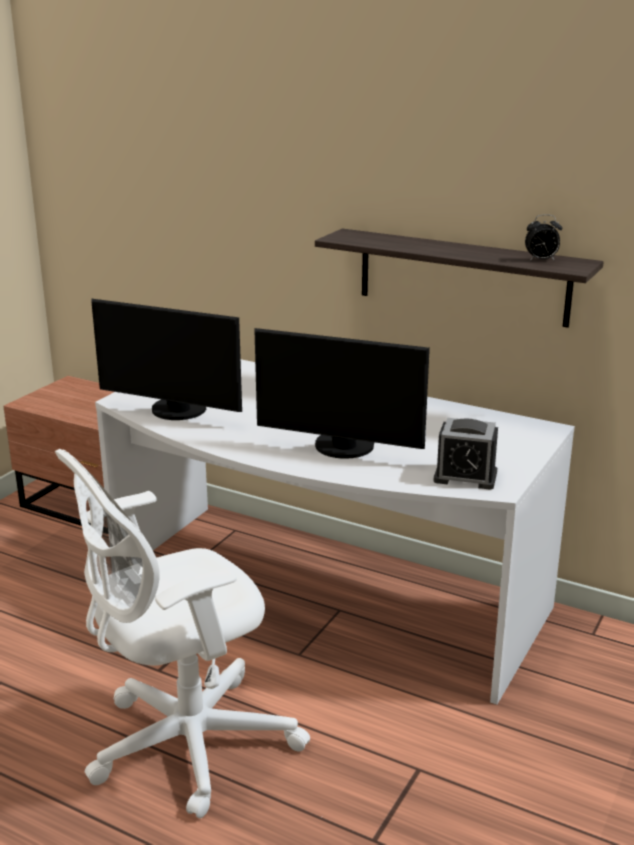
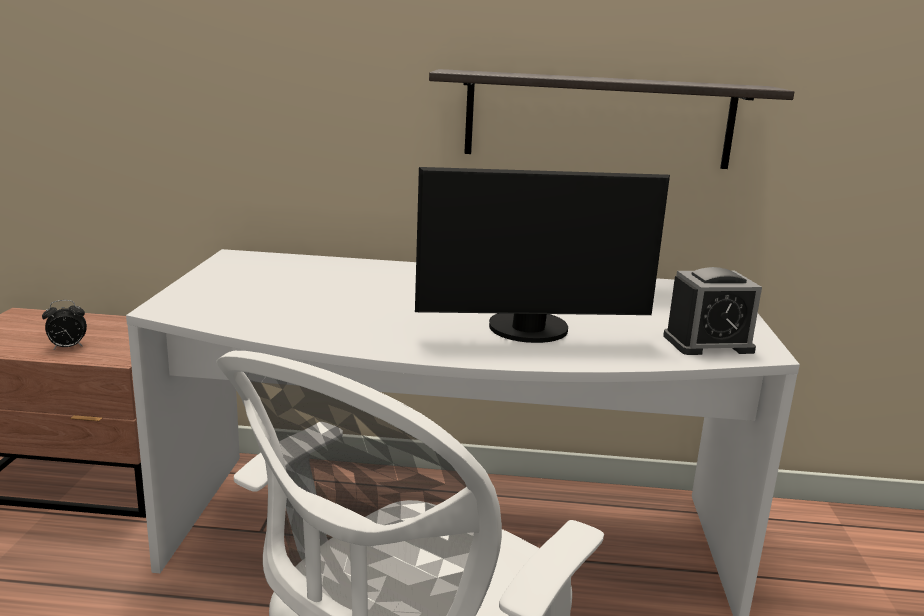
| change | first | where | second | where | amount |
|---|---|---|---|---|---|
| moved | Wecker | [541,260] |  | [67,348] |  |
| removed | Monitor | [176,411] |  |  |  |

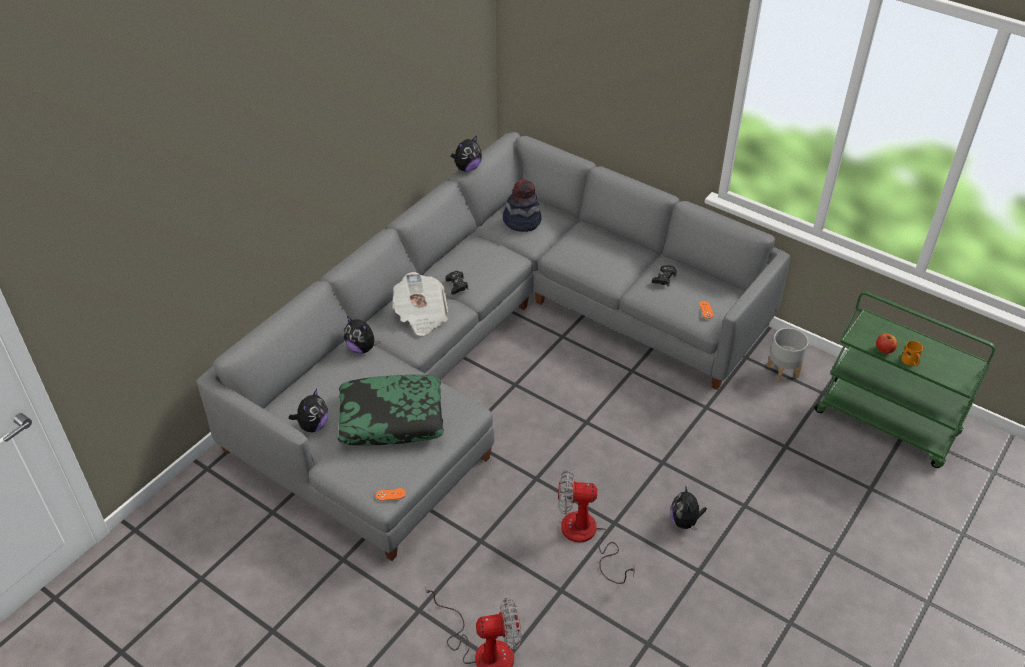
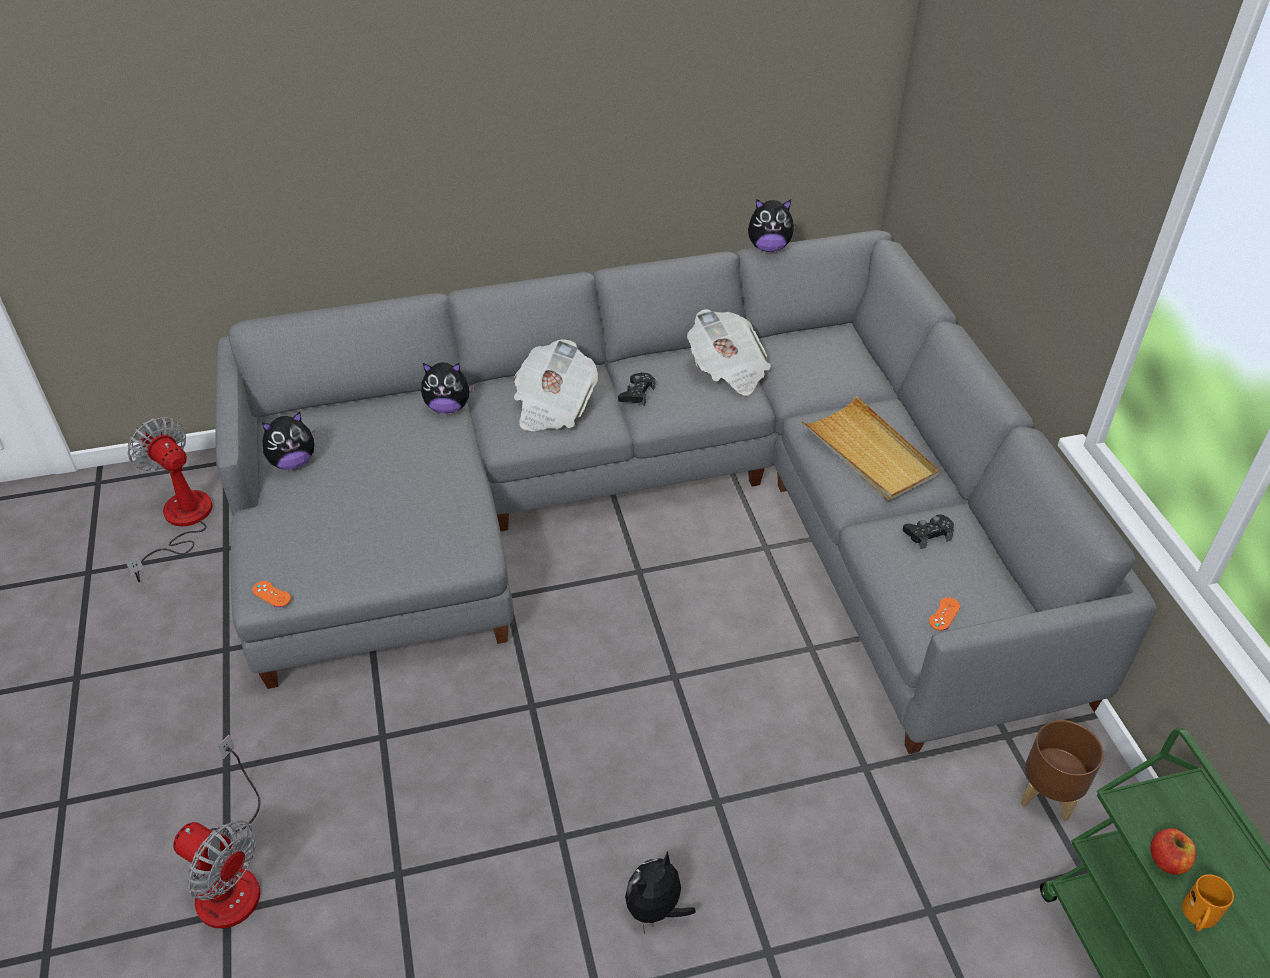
| change | first | where | second | where | amount |
|---|---|---|---|---|---|
| removed | Hut | [522,221] |  |  |  |
| turned | Plüschtier | [362,348] |  | [448,407] | 75 degrees counterclockwise |
| recoloured | Pflanzkübel (grau) | [783,371] | Pflanzkübel (braun) | [1048,795] |  |
| removed | Kissen | [391,419] |  |  |  |
| moved | Ventilator | [586,537] |  | [180,522] |  |
| added |  |  | Zeitung | [728,370] |  |
| added |  |  | Tablett (beige) | [869,453] |  |

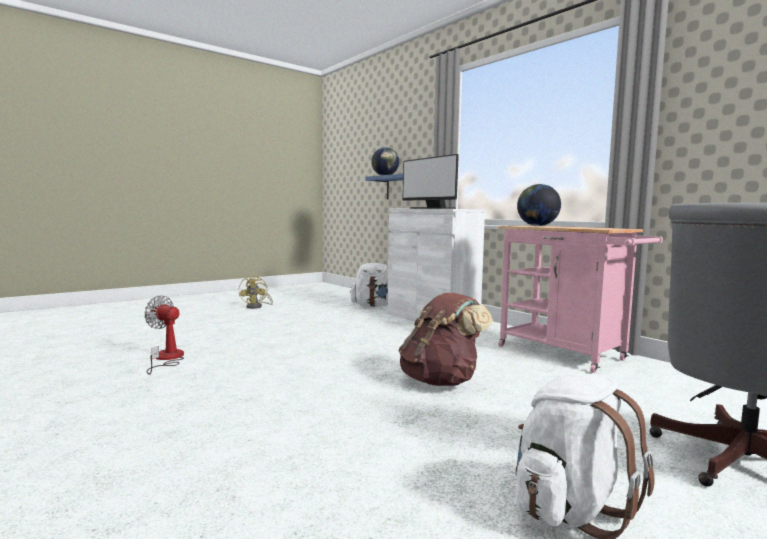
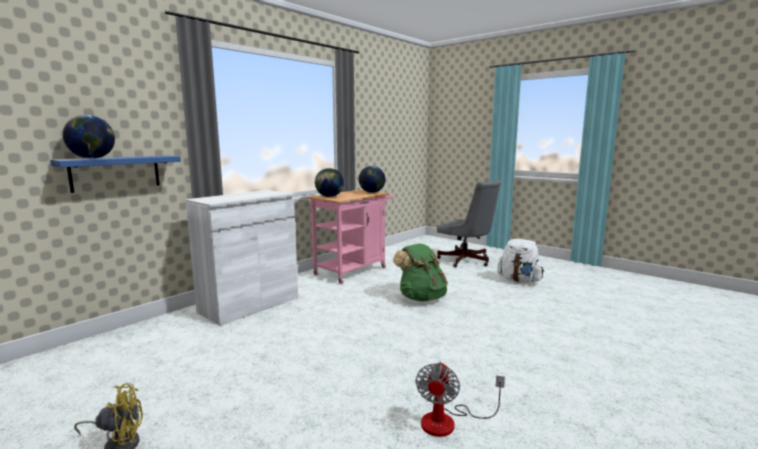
| change | first | where | second | where | amount |
|---|---|---|---|---|---|
| removed | Monitor | [431,208] |  |  |  |
| removed | Rucksack (weiß) | [373,306] |  |  |  |
| recoloured | Rucksack (braun) | [441,381] | Rucksack (grün) | [421,298] |  |
| added |  |  | Globus | [372,192] |  |

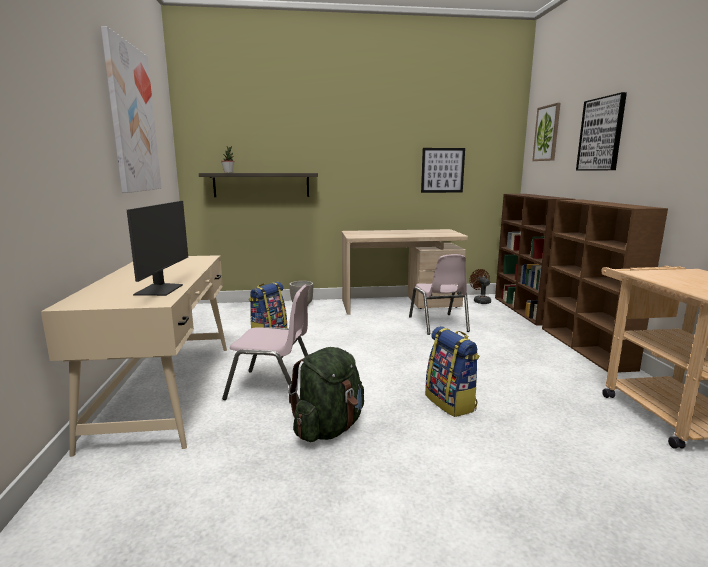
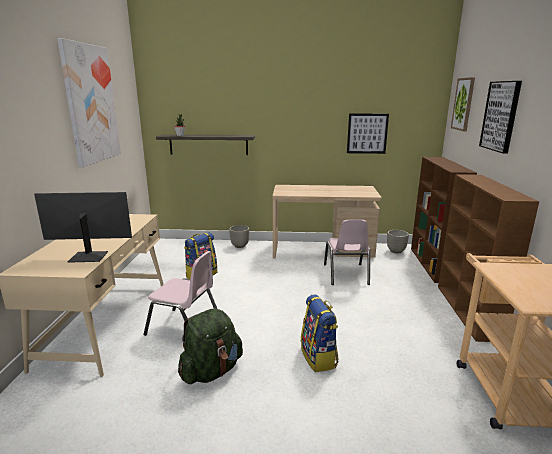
| change | first | where | second | where | amount |
|---|---|---|---|---|---|
| turned | Monitor | [160,290] |  | [88,256] | 105 degrees counterclockwise |
| replaced | Ventilator (braun) | [480,301] | Pflanzkübel | [395,251] |  |

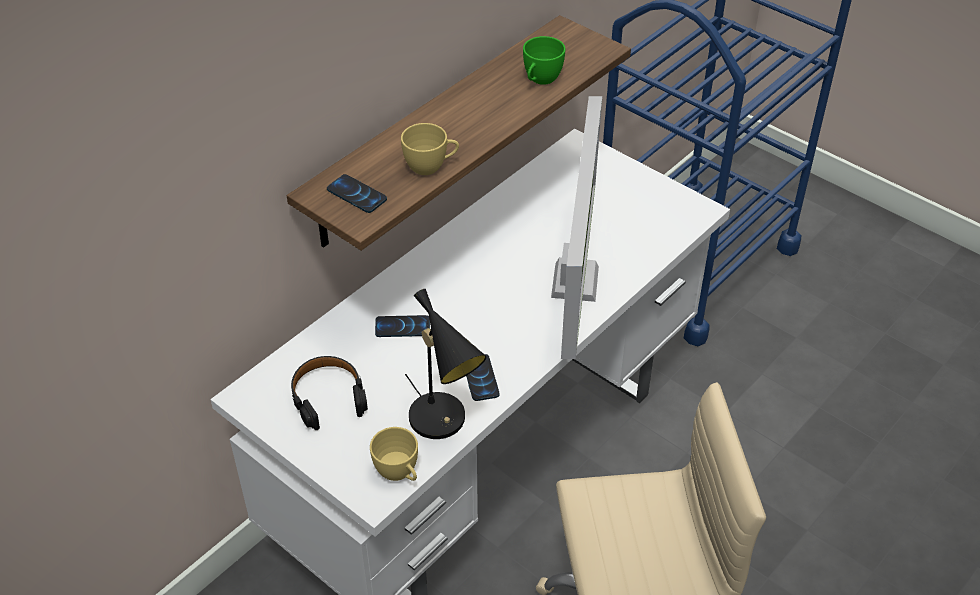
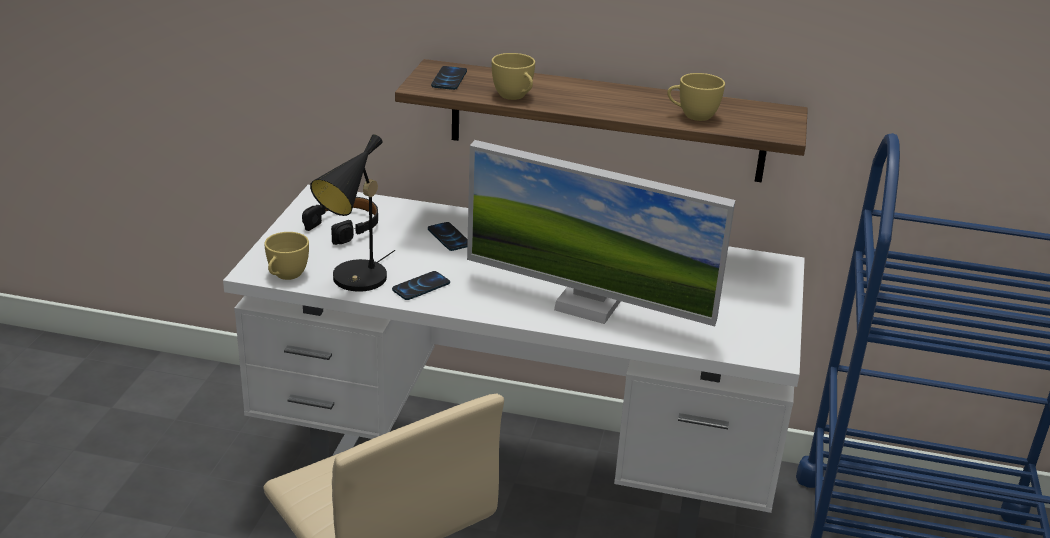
| change | first | where | second | where | amount |
|---|---|---|---|---|---|
| recoloured | Tasse (grün) | [540,80] | Tasse (gelb) | [692,116] |  |
| turned | Monitor | [575,282] |  | [587,305] | 45 degrees clockwise |

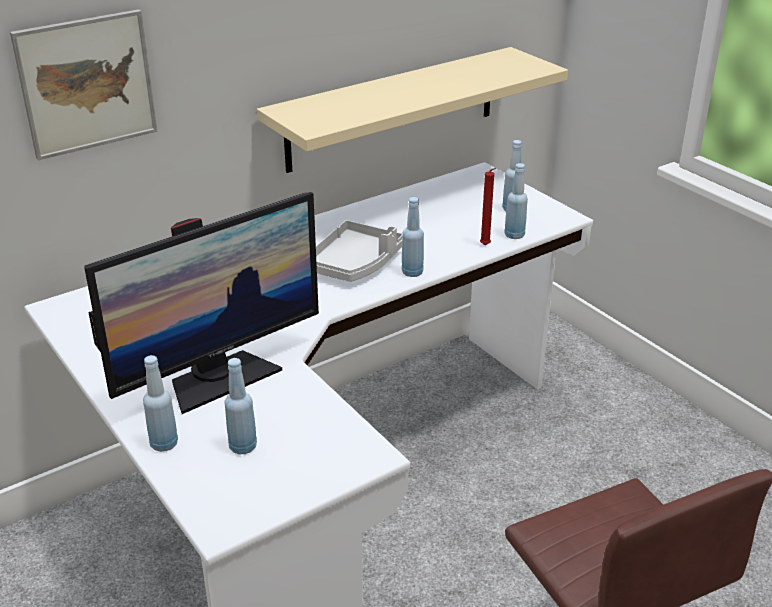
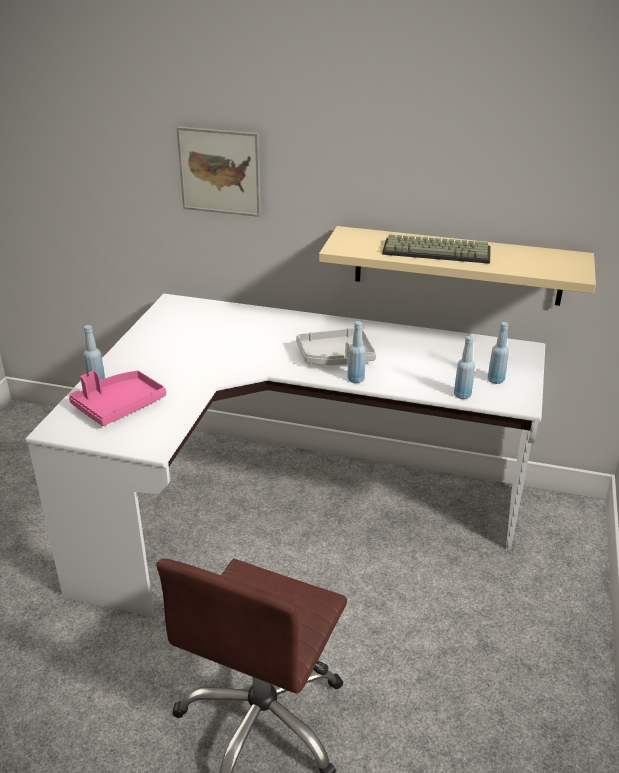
| change | first | where | second | where | amount |
|---|---|---|---|---|---|
| removed | Kerze (rot) | [486,246] |  |  |  |
| removed | Monitor | [218,377] |  |  |  |
| replaced | Flasche (blau) | [243,446] | Tablett (rosa) | [118,406] |  |
| added |  |  | Tastatur | [437,251] |  |

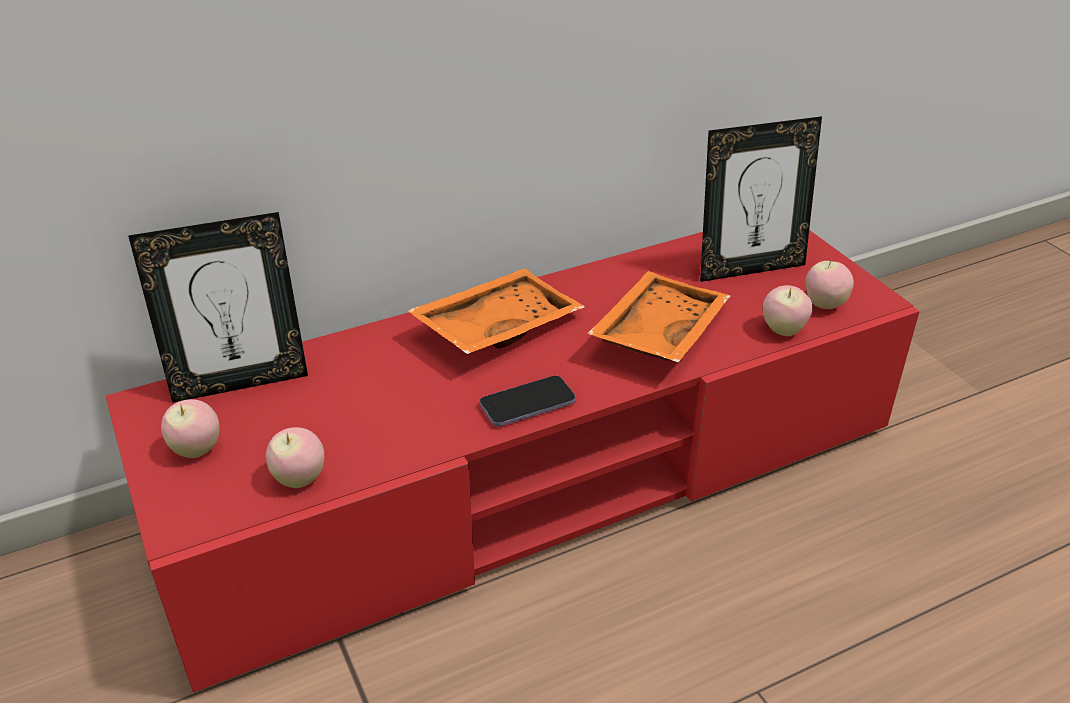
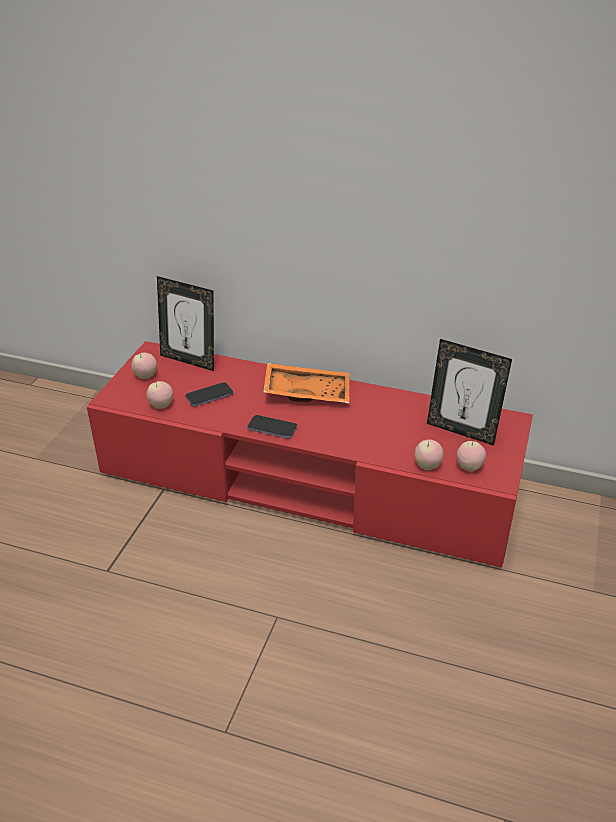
| change | first | where | second | where | amount |
|---|---|---|---|---|---|
| removed | Tablett (orange) | [656,332] |  |  |  |
| added |  |  | Handy | [209,396] |  |

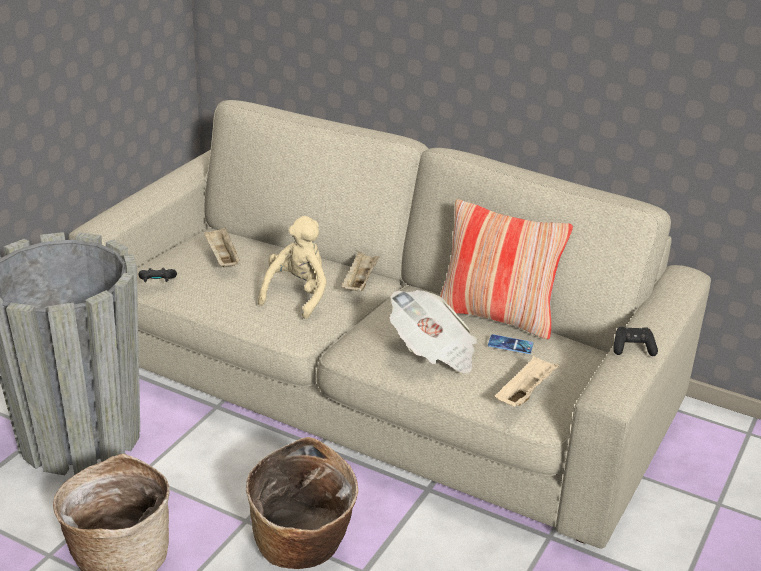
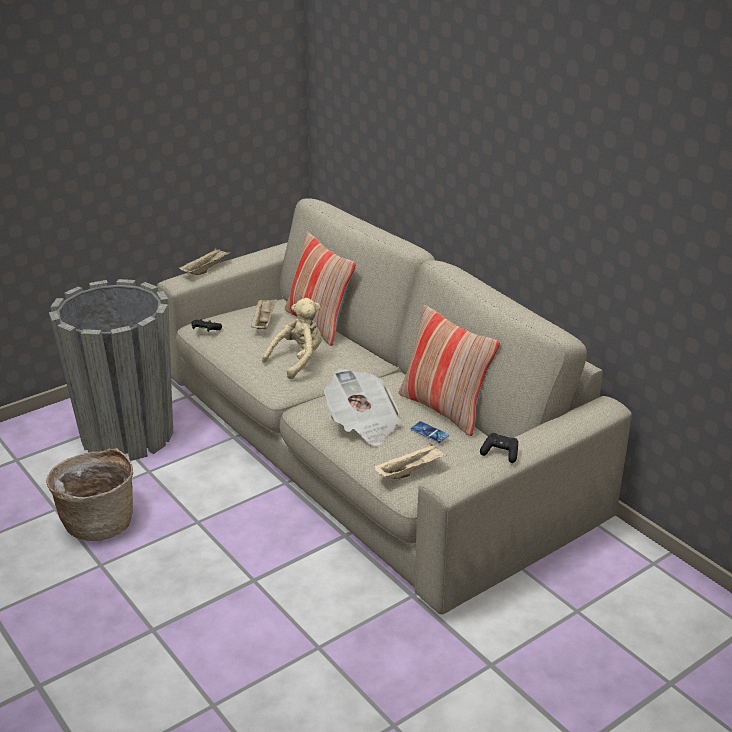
| change | first | where | second | where | amount |
|---|---|---|---|---|---|
| moved | Tablett (beige) | [360,281] |  | [205,270] |  |
| removed | Korb | [302,547] |  |  |  |
| added |  |  | Kissen | [319,324] |  |

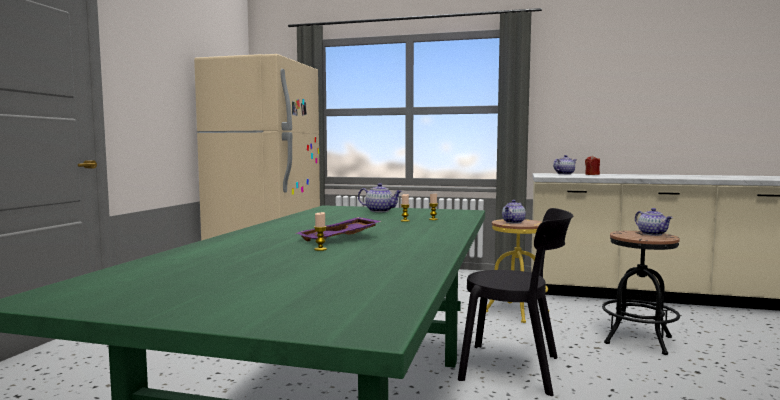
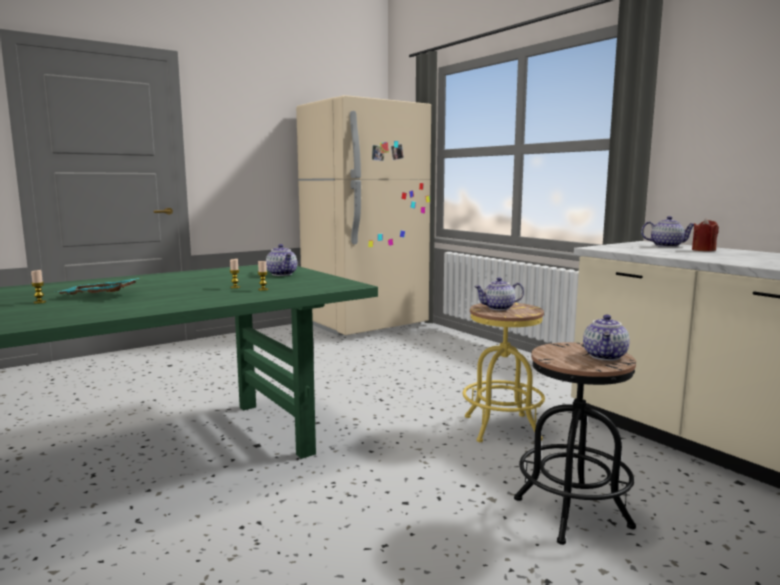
| change | first | where | second | where | amount |
|---|---|---|---|---|---|
| removed | Stuhl (schwarz) | [516,369] |  |  |  |
| recoloured | Tablett (lila) | [339,239] | Tablett (türkis) | [98,296] |  |

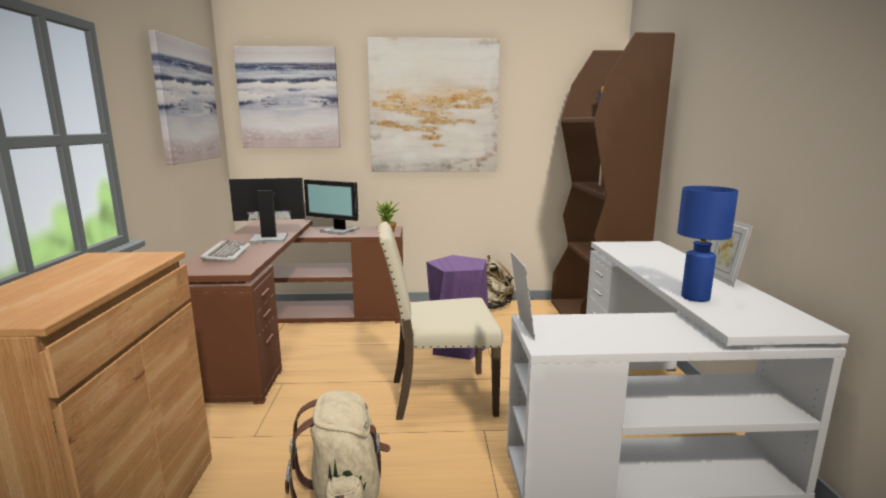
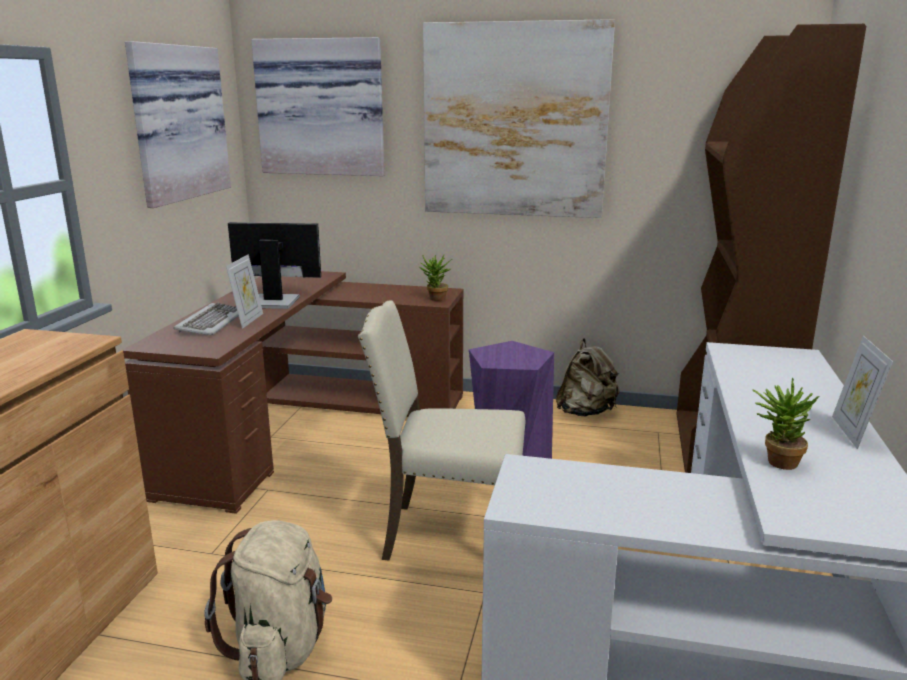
| change | first | where | second | where | amount |
|---|---|---|---|---|---|
| removed | Monitor | [339,231] |  |  |  |
| replaced | Tischlampe (blau) | [695,297] | Topfpflanze | [776,461] |  |
| moved | Bilderrahmen | [520,328] |  | [248,320] |  |

